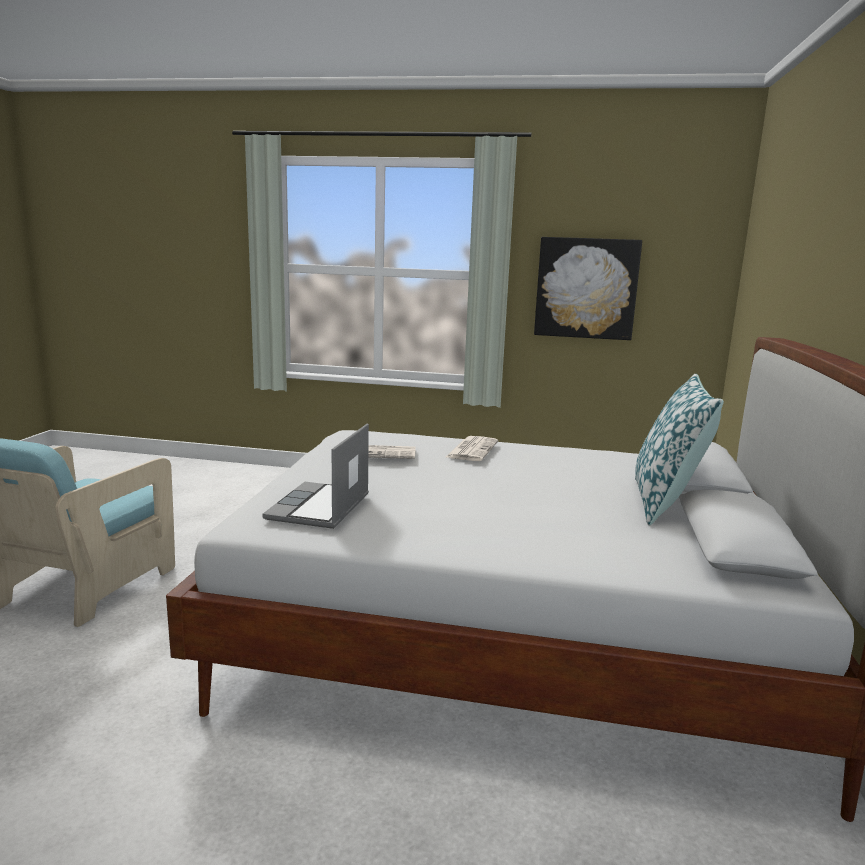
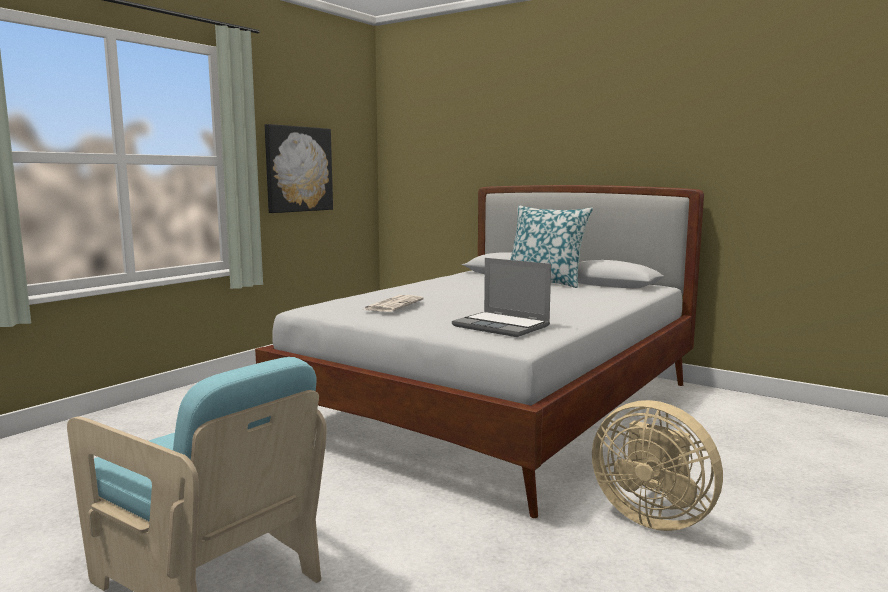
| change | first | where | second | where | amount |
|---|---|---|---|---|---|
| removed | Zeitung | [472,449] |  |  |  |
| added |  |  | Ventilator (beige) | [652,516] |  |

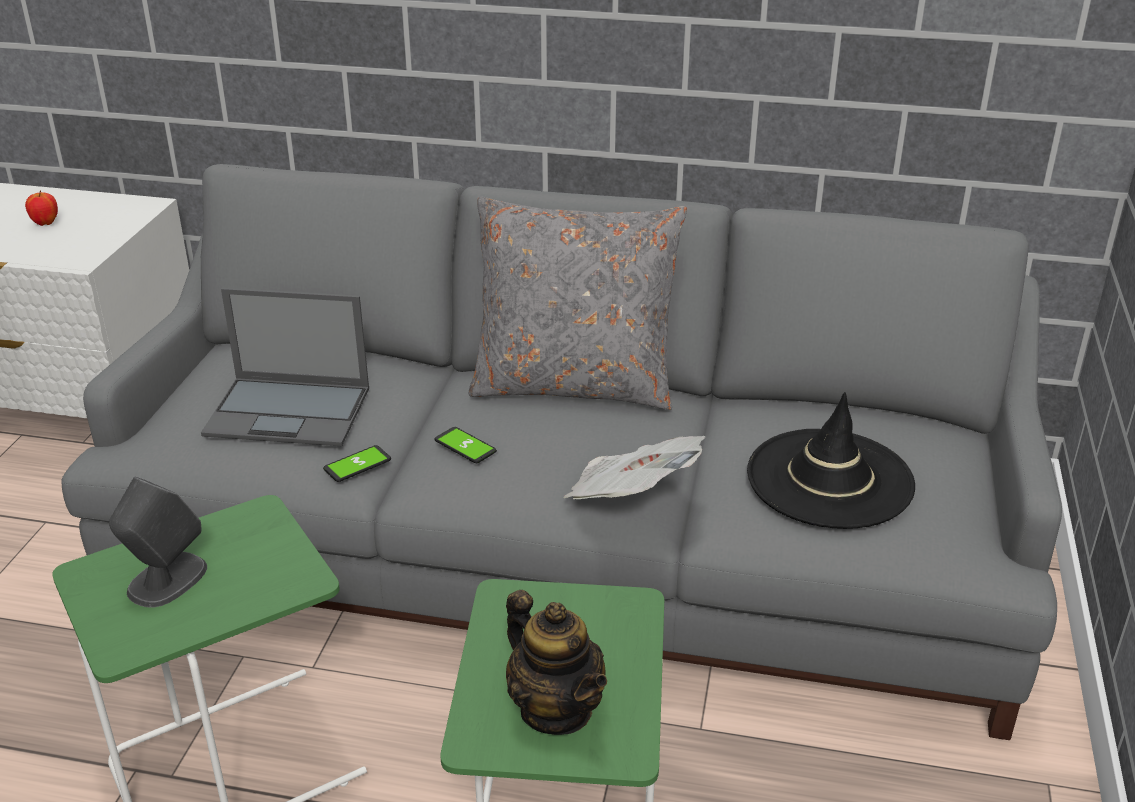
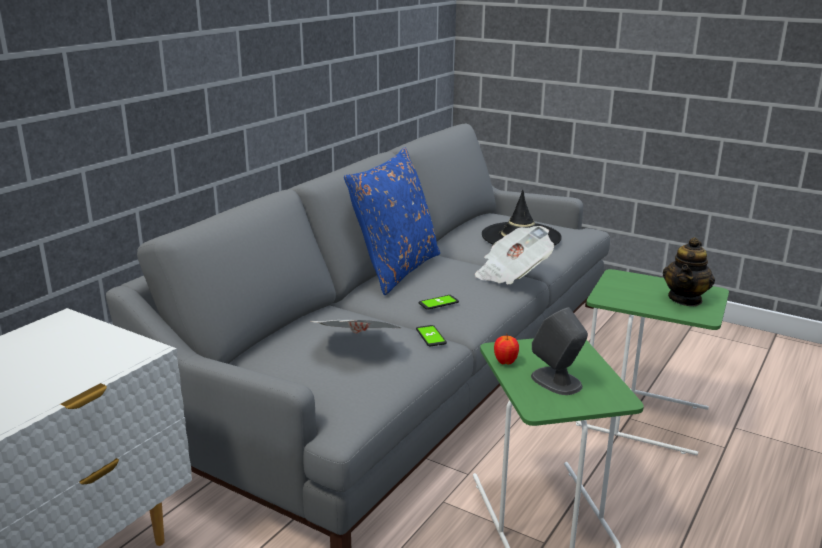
| change | first | where | second | where | amount |
|---|---|---|---|---|---|
| moved | Apfel | [45,223] |  | [505,362] |  |
| recoloured | Kissen (grau) | [574,384] | Kissen (blau) | [395,269] |  |
| replaced | Laptop | [290,411] | Zeitung | [358,346] |  |
| turned | Teekanne | [556,710] |  | [685,299] | 135 degrees clockwise |

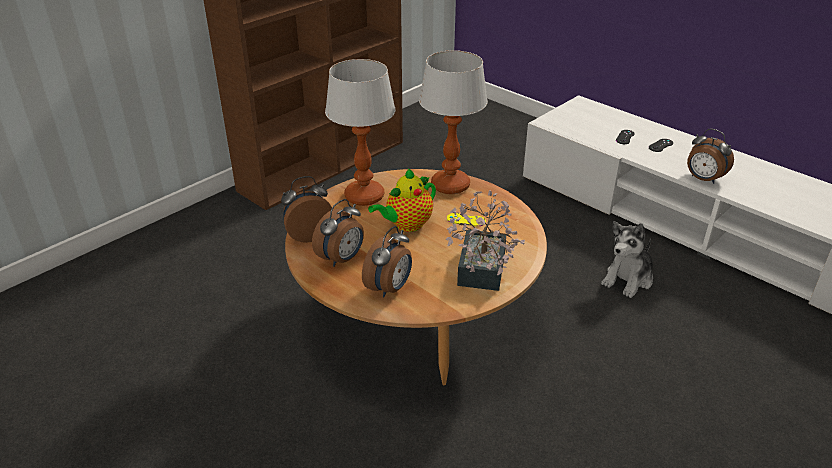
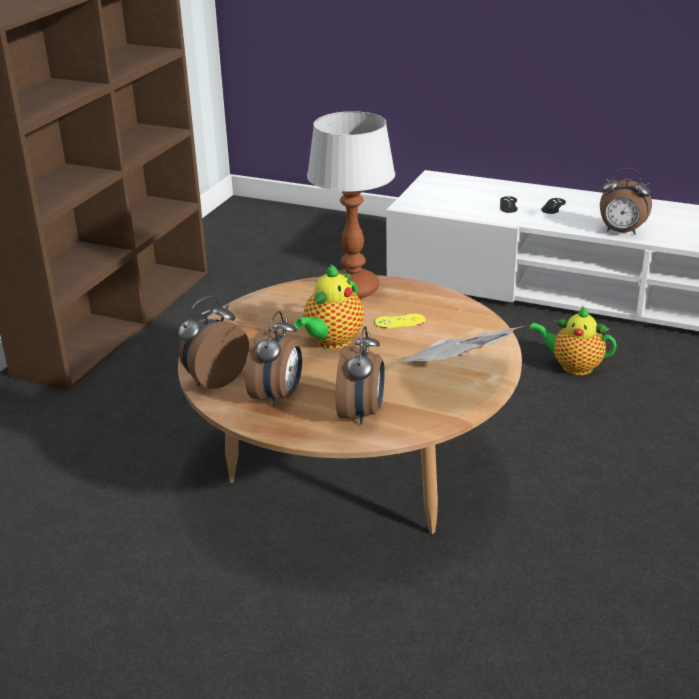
| change | first | where | second | where | amount |
|---|---|---|---|---|---|
| removed | Tischlampe | [363,196] |  |  |  |
| replaced | Topfpflanze | [479,274] | Zeitung | [457,373] |  |
| replaced | Plüschtier | [628,279] | Teekanne | [573,367] |  |

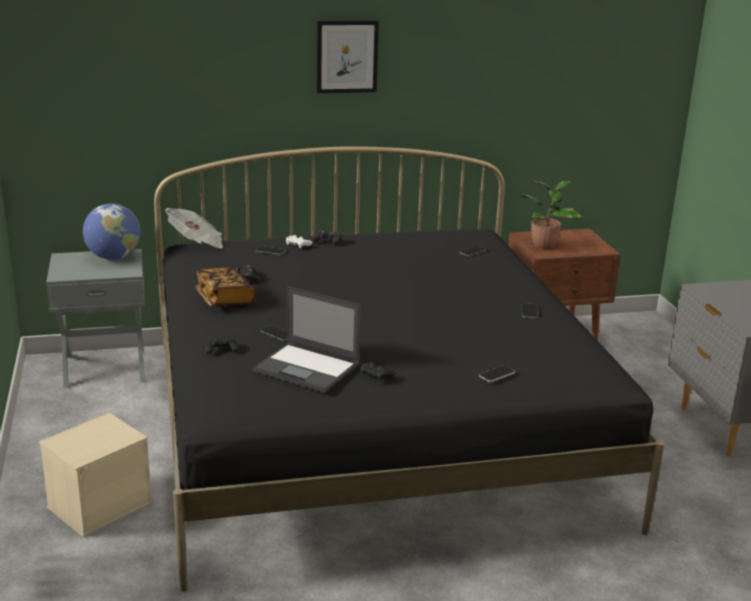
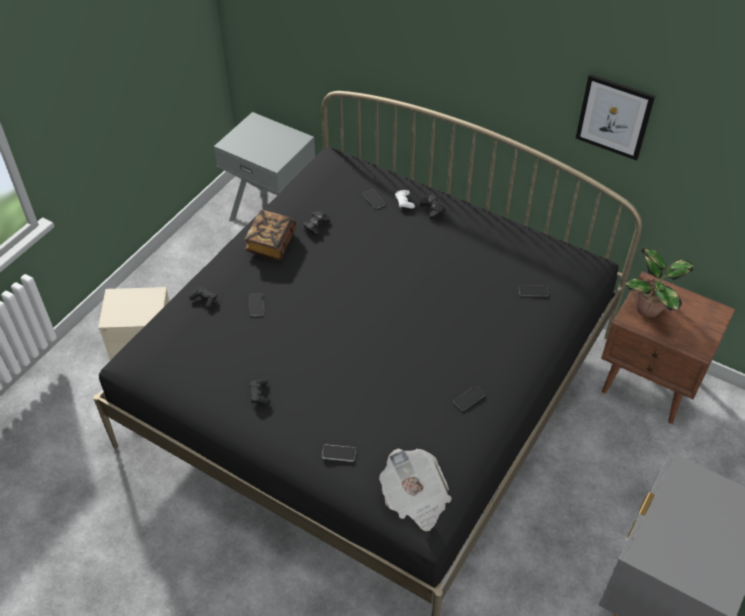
| change | first | where | second | where | amount |
|---|---|---|---|---|---|
| moved | Bild | [347,56] |  | [614,116] |  |
| removed | Globus | [114,257] |  |  |  |
| moved | Zeitung | [196,243] |  | [415,499] |  |
| removed | Laptop | [308,368] |  |  |  |

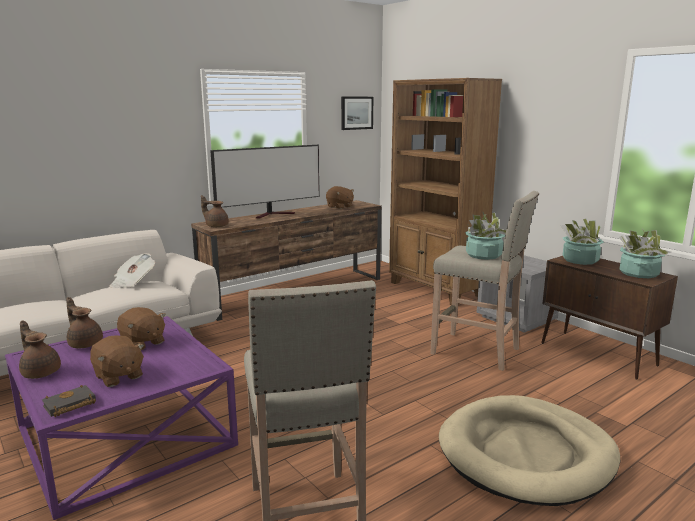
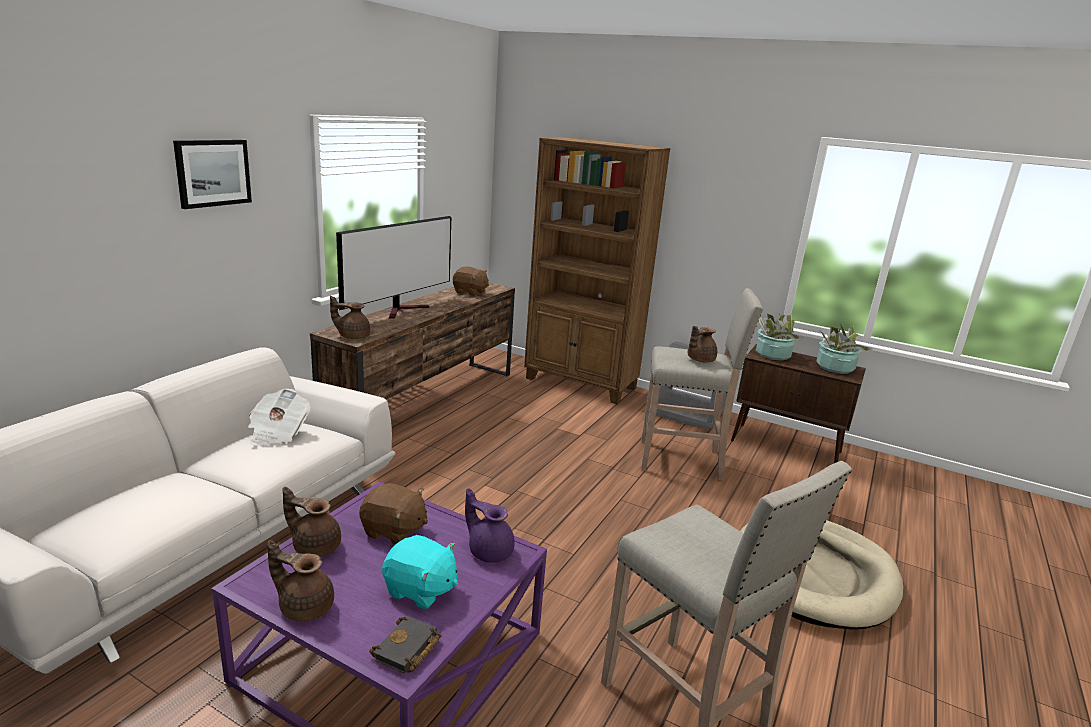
| change | first | where | second | where | amount |
|---|---|---|---|---|---|
| moved | Bild | [356,113] |  | [213,173] |  |
| replaced | Topfpflanze | [483,255] | Teekanne (braun) | [699,360] |  |
| recoloured | Plüschtier (braun) | [118,376] | Plüschtier (türkis) | [420,590] |  |
| added |  |  | Teekanne (lila) | [489,550] |  |

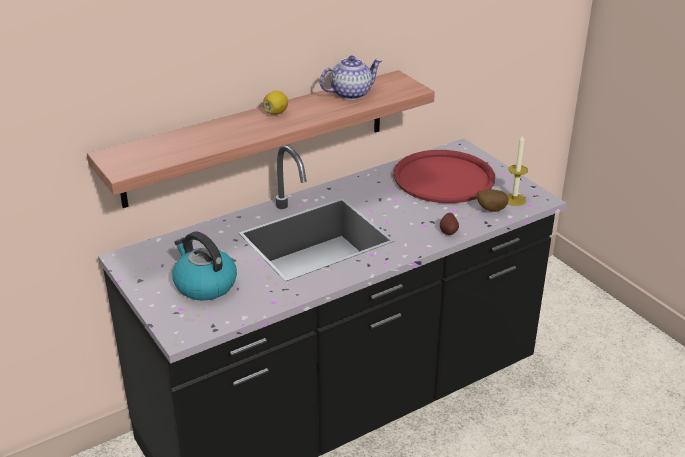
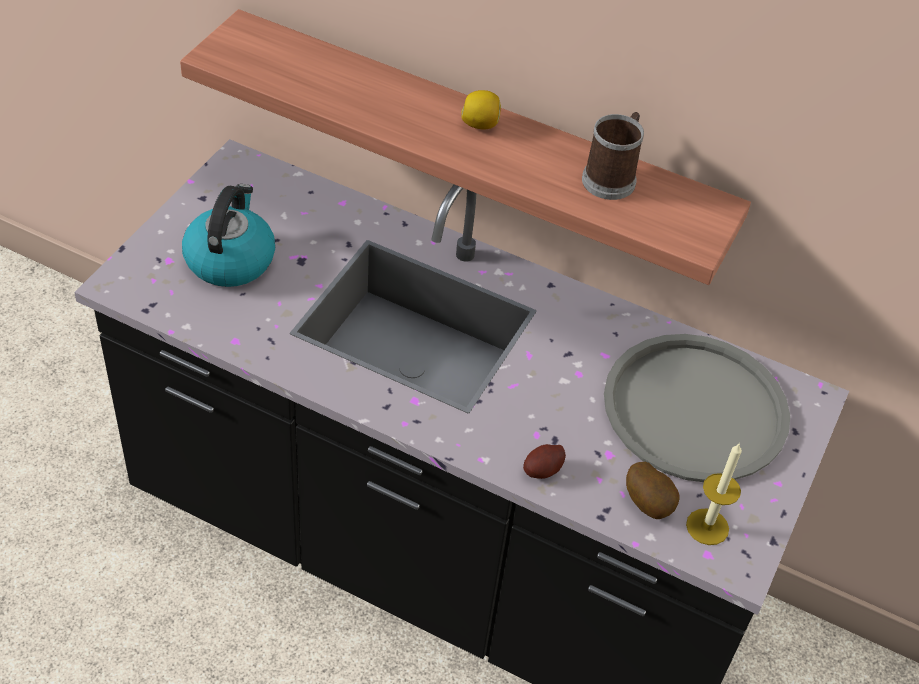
| change | first | where | second | where | amount |
|---|---|---|---|---|---|
| replaced | Teekanne | [351,93] | Henkelbecher | [612,177] |  |
| recoloured | Tablett (rot) | [443,178] | Tablett (grau) | [694,409] |  |

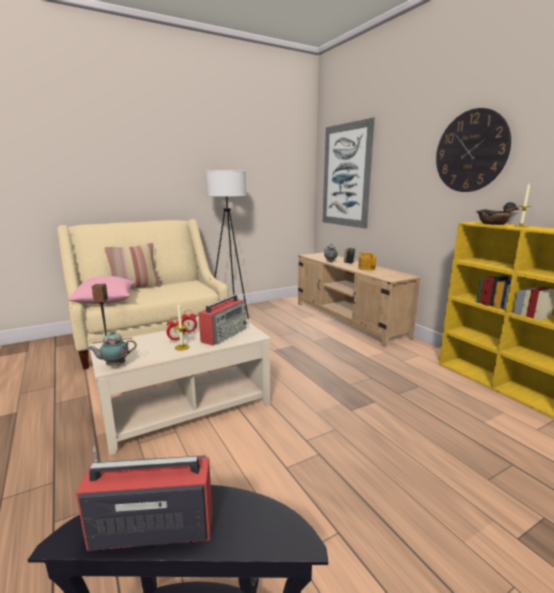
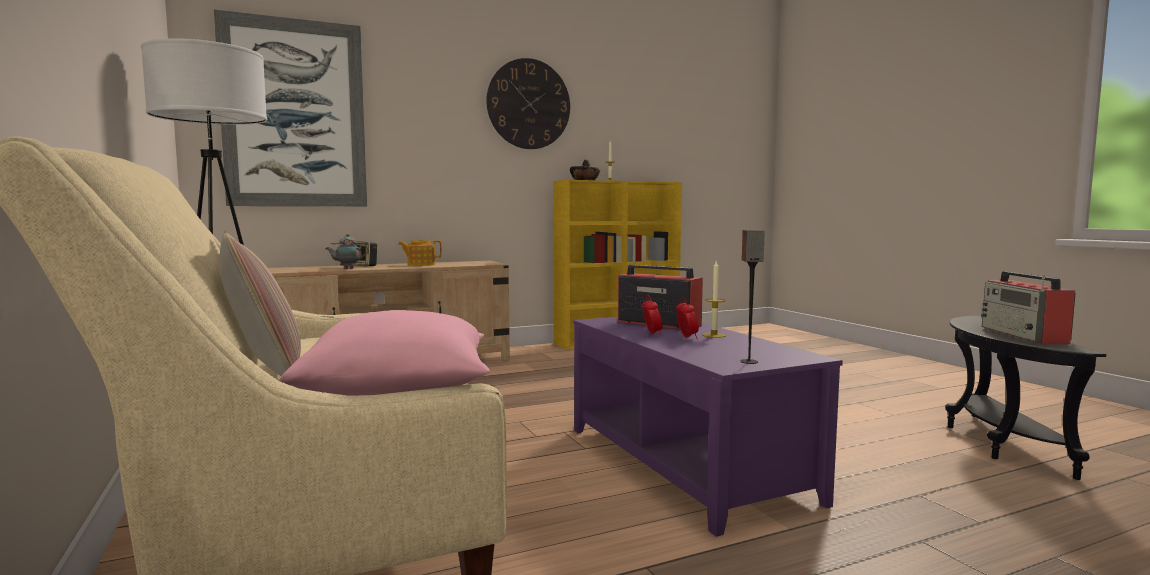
| change | first | where | second | where | amount |
|---|---|---|---|---|---|
| recoloured | Couchtisch (beige) | [187,408] | Couchtisch (lila) | [683,463] |  |
| removed | Teekanne | [114,365] |  |  |  |

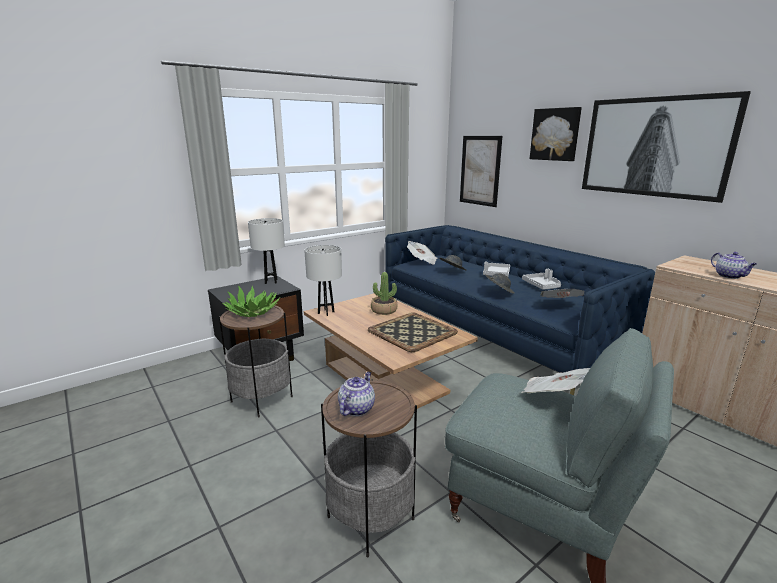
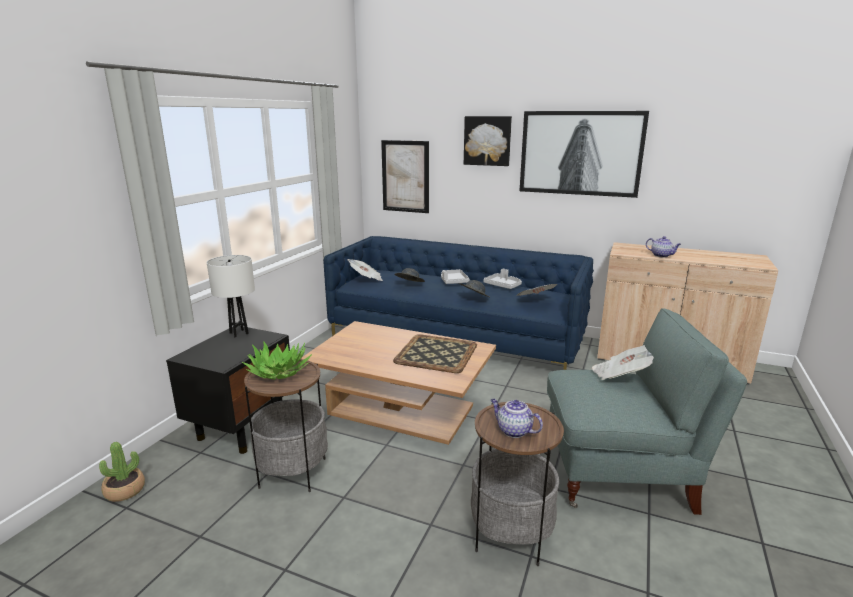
| change | first | where | second | where | amount |
|---|---|---|---|---|---|
| removed | Tischlampe (weiß) | [326,312] |  |  |  |
| moved | Topfpflanze | [384,310] |  | [125,491] |  |
| turned | Teekanne | [356,408] |  | [513,431] | 45 degrees counterclockwise |

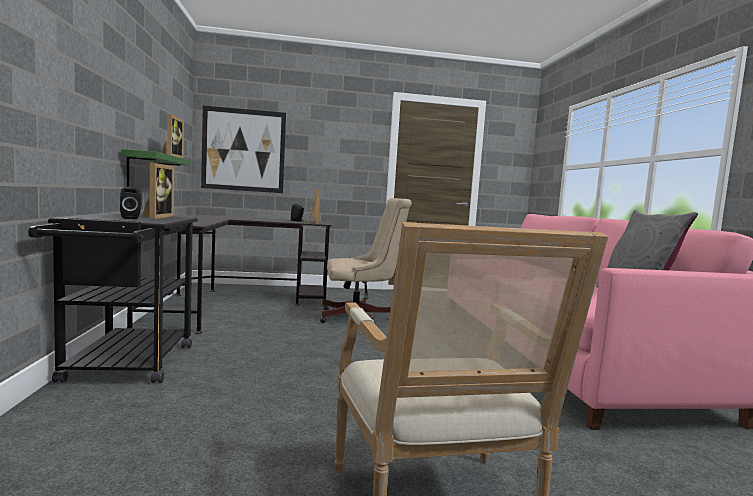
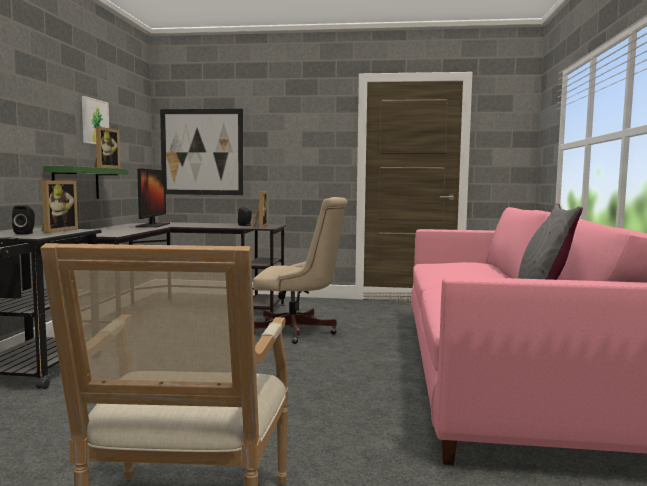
| change | first | where | second | where | amount |
|---|---|---|---|---|---|
| added |  |  | Bild | [95,122] |  |
| added |  |  | Monitor | [153,225] |  |

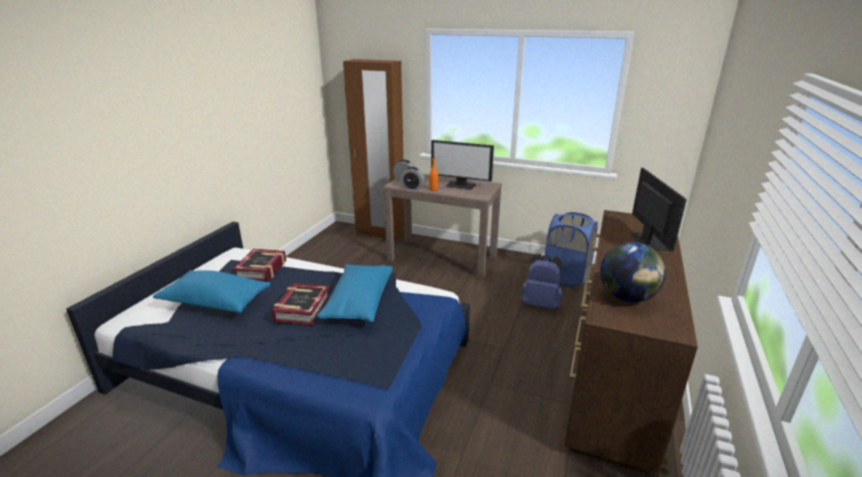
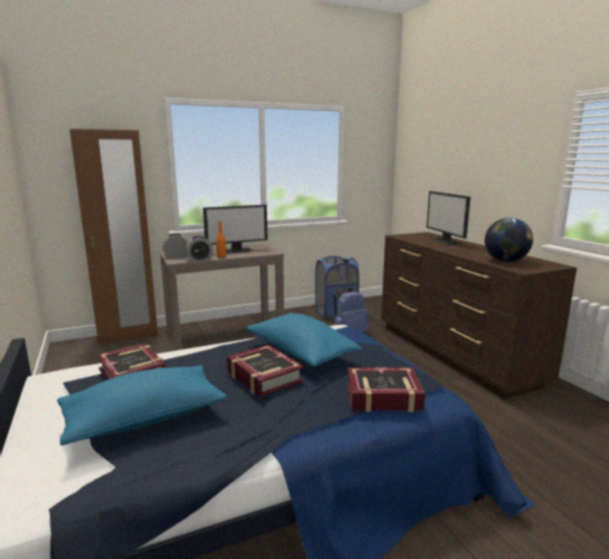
| change | first | where | second | where | amount |
|---|---|---|---|---|---|
| turned | Monitor | [647,241] |  | [445,241] | 150 degrees counterclockwise |
| added |  |  | Buch | [383,396] |  |

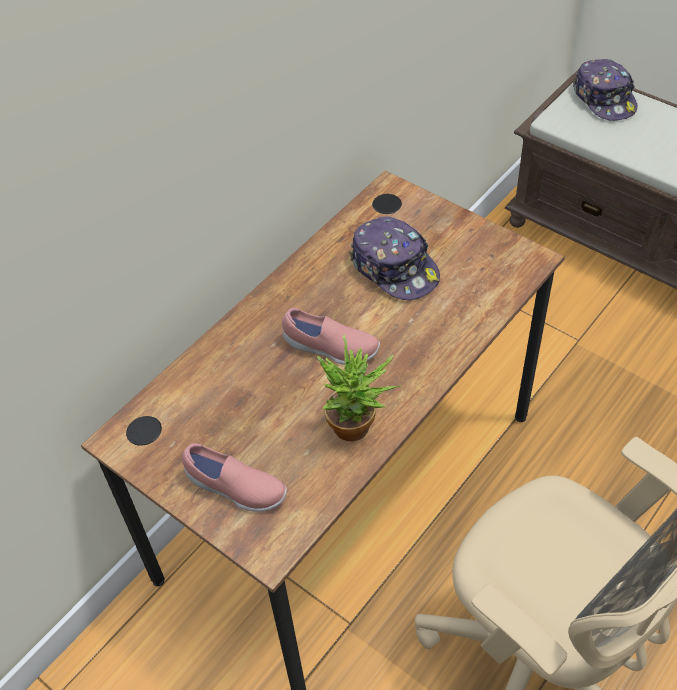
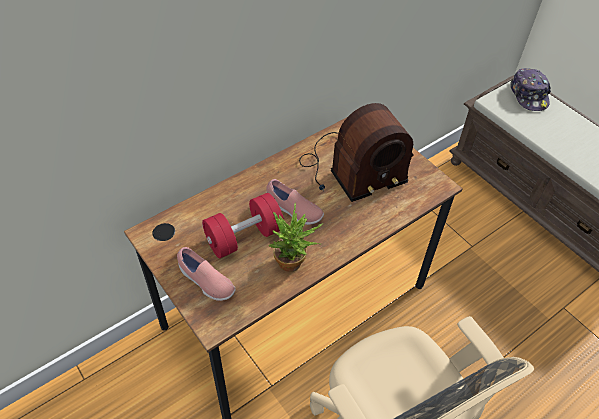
| change | first | where | second | where | amount |
|---|---|---|---|---|---|
| replaced | Kappe | [395,268] | Radio | [350,170] |  |
| added |  |  | Hantel (rot) | [244,237] |  |

